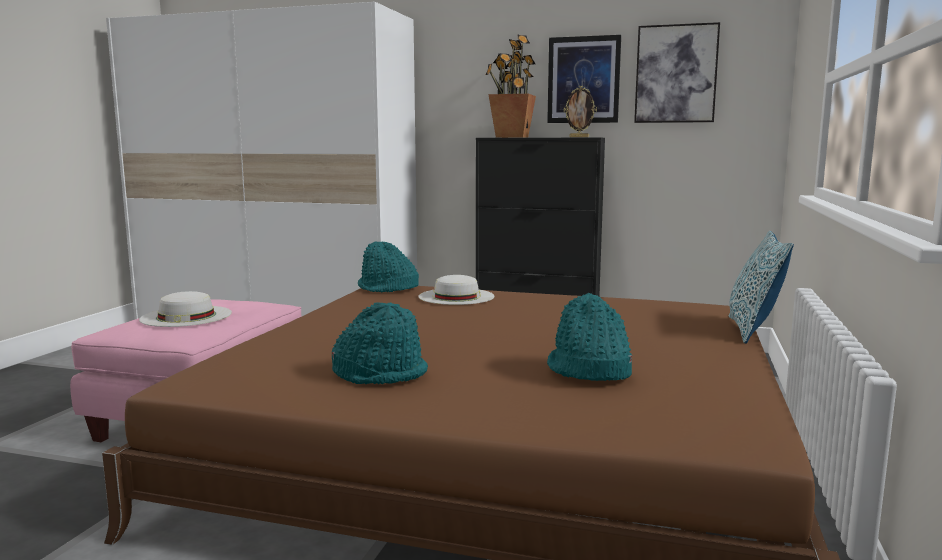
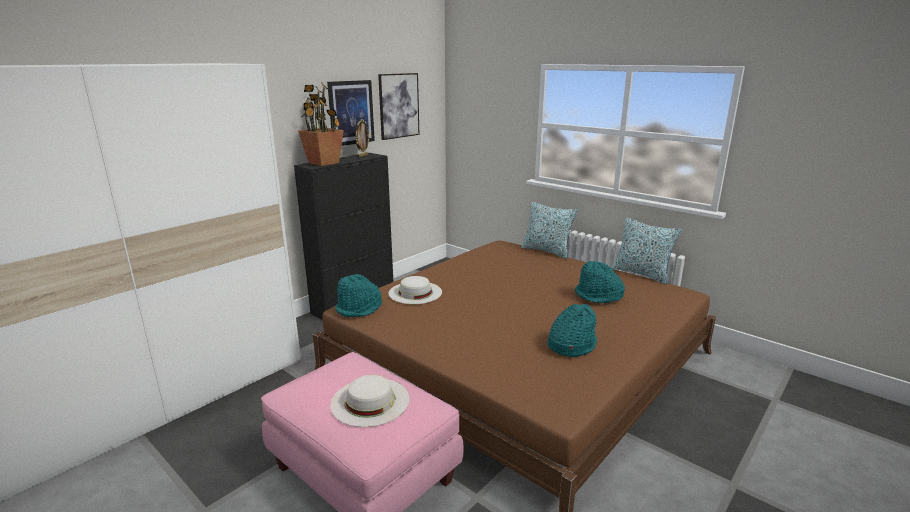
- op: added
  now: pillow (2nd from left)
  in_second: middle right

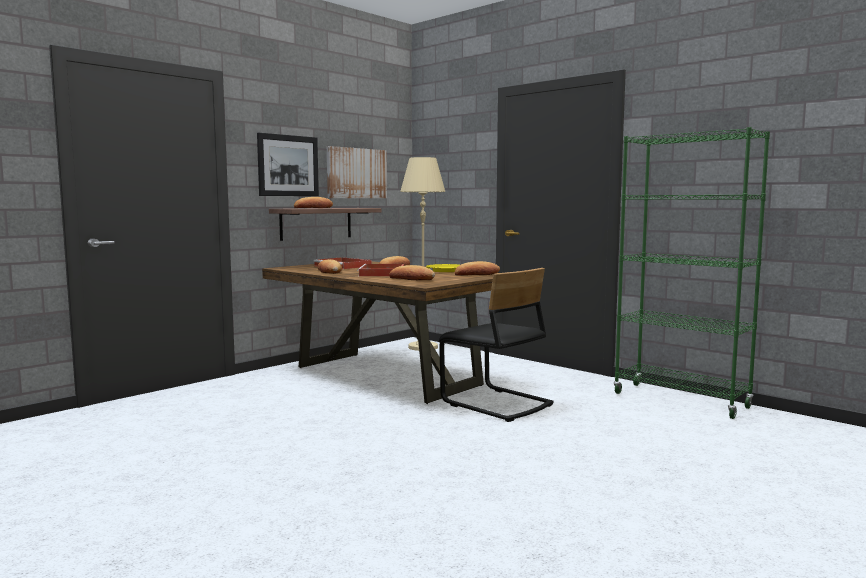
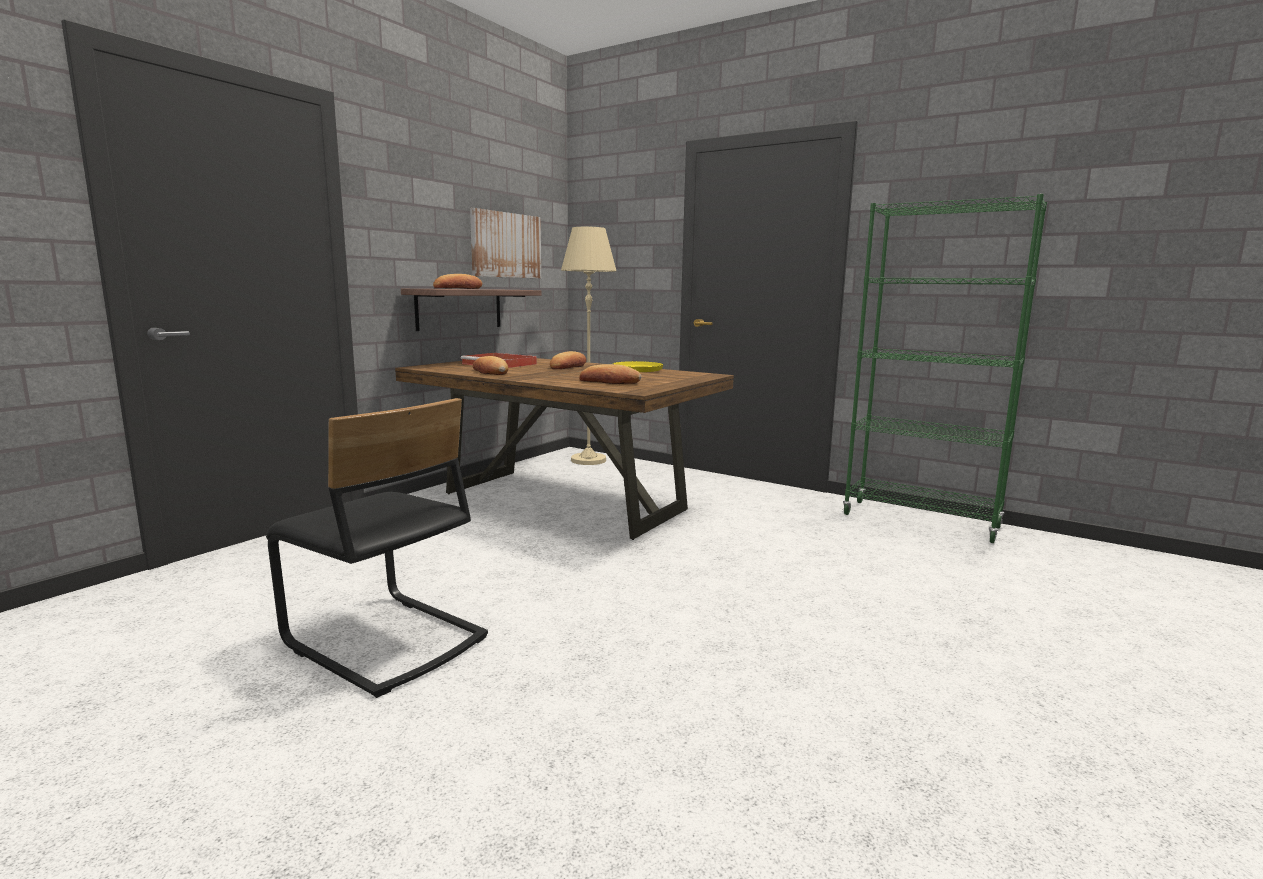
- op: removed
  was: picture (1st from left)
  in_first: top left
- op: removed
  was: tray in red (2nd from left)
  in_first: centre
- op: removed
  was: bread (5th from left)
  in_first: centre
- op: moved
  was: chair in black
  in_first: centre
  in_second: middle left

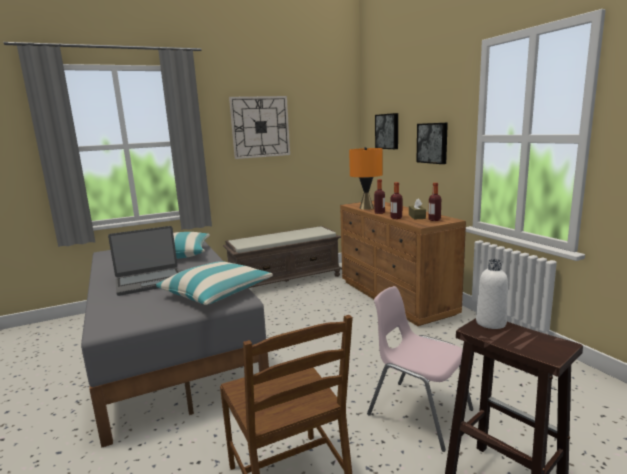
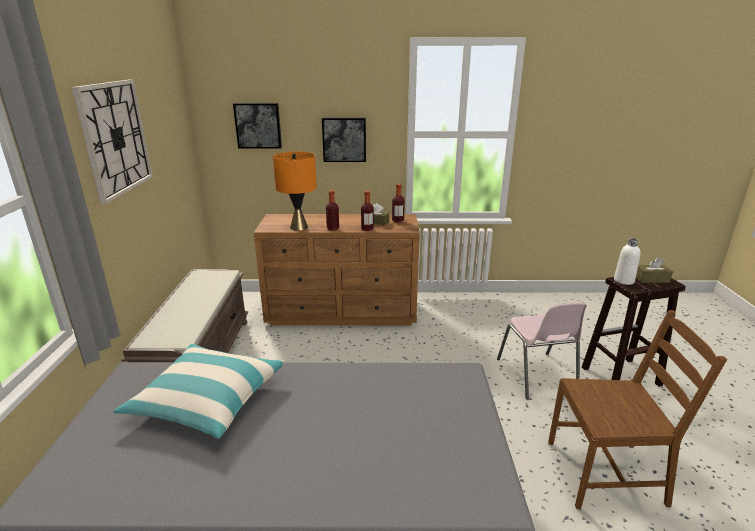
- op: removed
  was: laptop
  in_first: middle left
- op: removed
  was: pillow (2nd from left)
  in_first: centre
- op: added
  now: tissue box in brown (2nd from left)
  in_second: middle right
- op: turned
  was: chair in pink
  in_first: bottom right
  in_second: middle right
  clockwise: -75

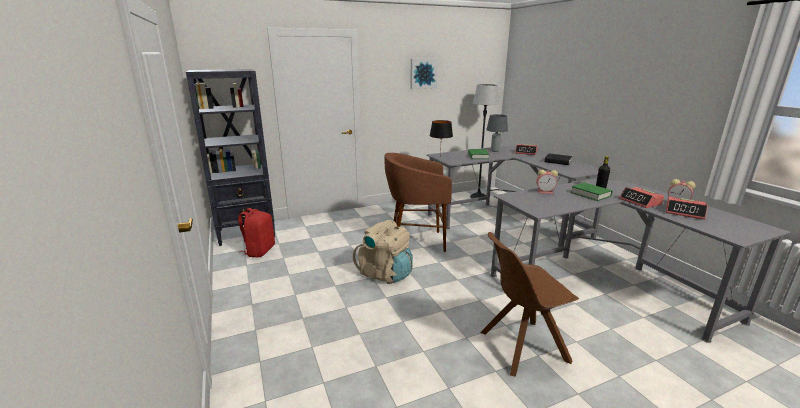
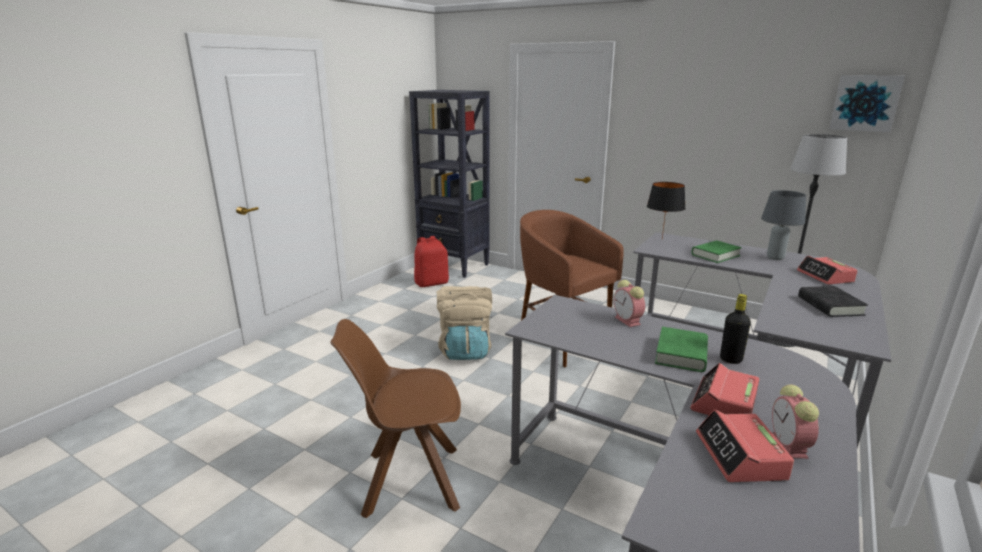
- op: moved
  was: picture
  in_first: top centre
  in_second: top right
- op: turned
  was: chair in brown
  in_first: bottom centre
  in_second: bottom centre
  clockwise: -45

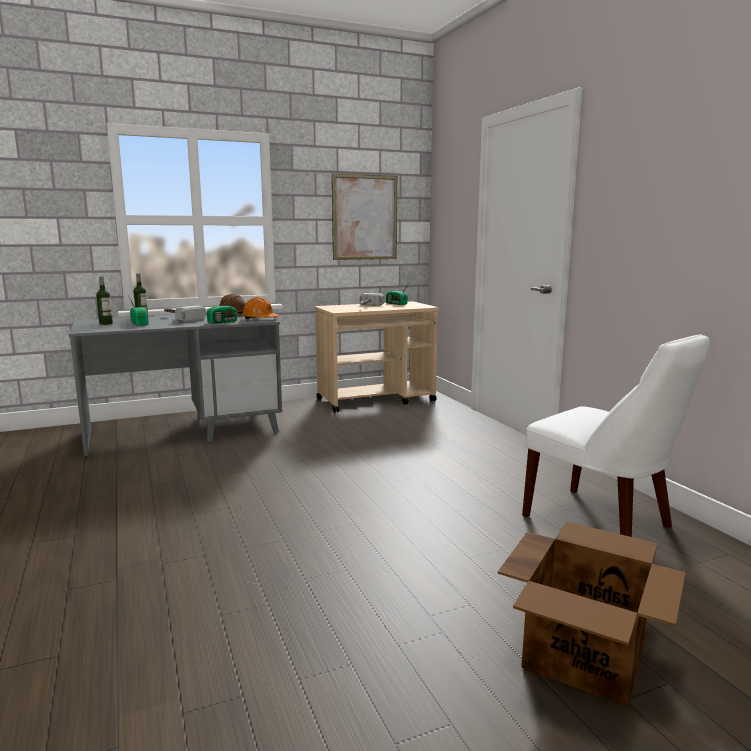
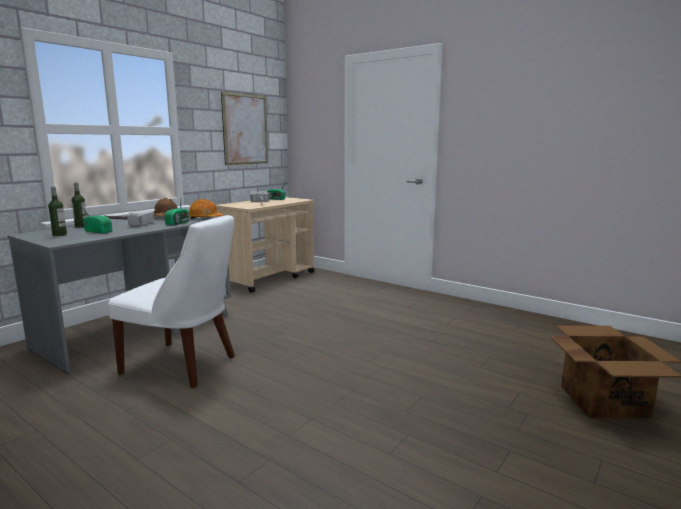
- op: moved
  was: chair in white
  in_first: middle right
  in_second: middle left

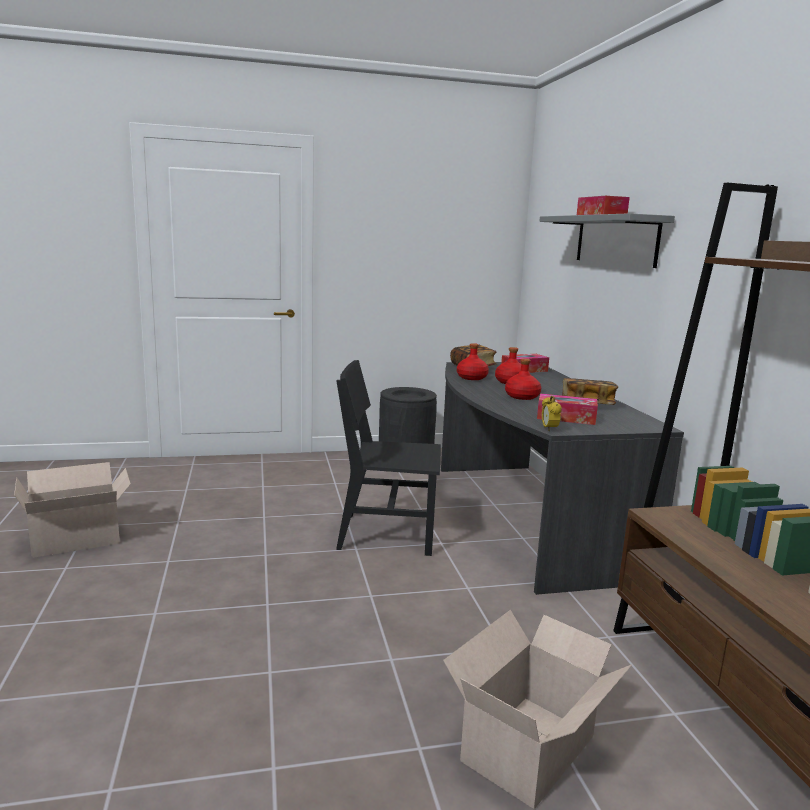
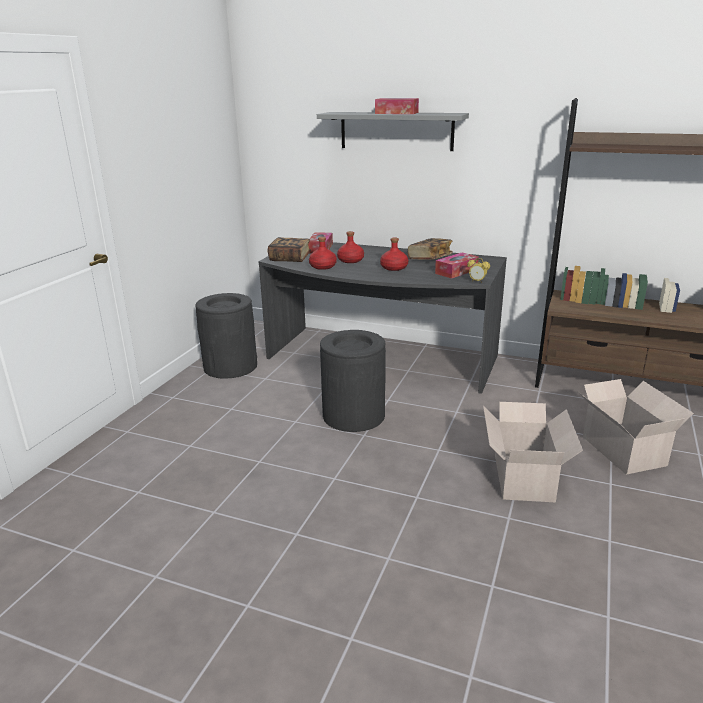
- op: moved
  was: cardboard box (1st from left)
  in_first: middle left
  in_second: middle right
- op: replaced
  was: chair in black
  now: trash can in black (2nd from left)
  in_first: centre
  in_second: centre

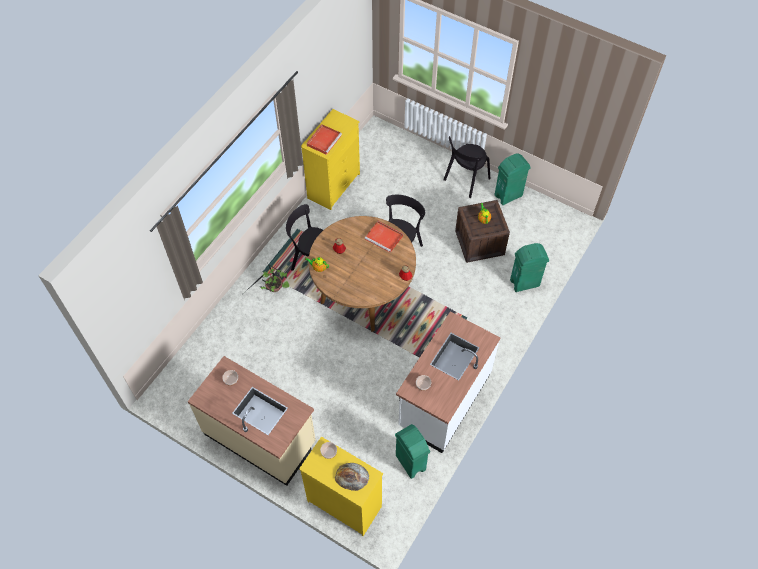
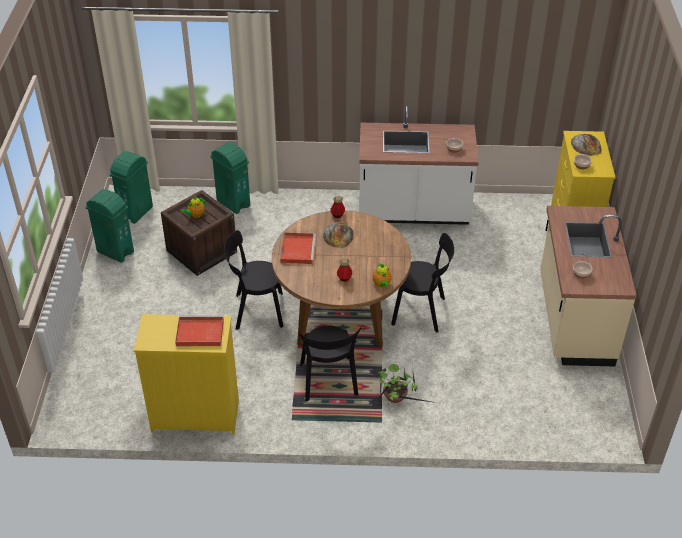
- op: added
  now: bread (1st from left)
  in_second: centre
- op: moved
  was: trash can in green (1st from left in the first image)
  now: trash can in green (2nd from left)
  in_first: bottom centre
  in_second: middle left
- op: moved
  was: chair in black (3rd from left)
  in_first: top centre
  in_second: centre

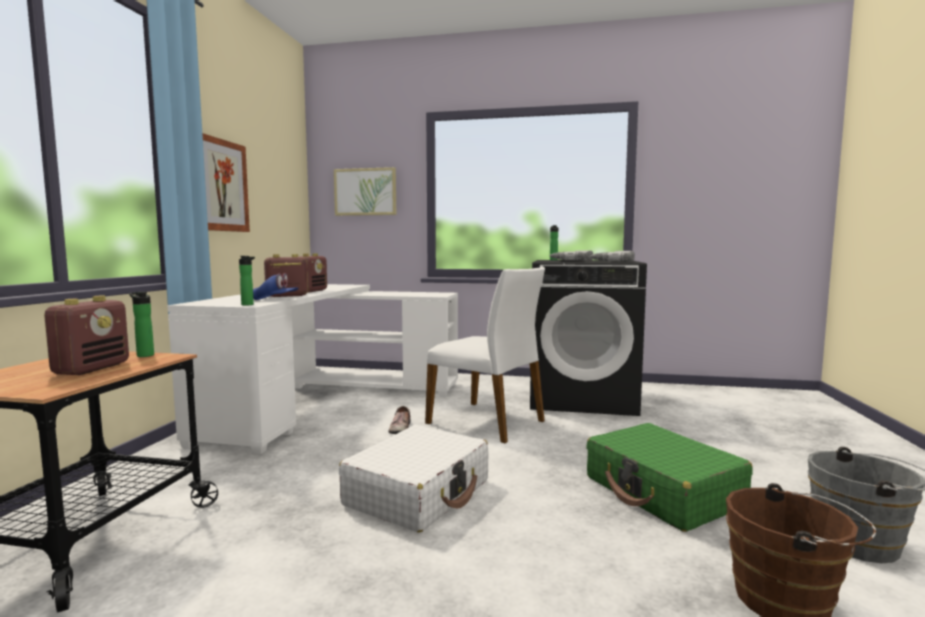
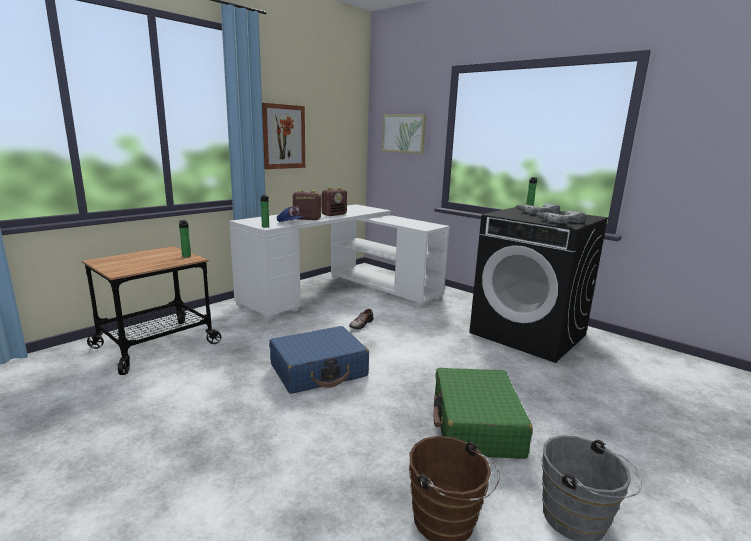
- op: removed
  was: radio (1st from left)
  in_first: middle left
- op: removed
  was: chair in white
  in_first: centre
- op: recoloured
  was: suitcase in white
  now: suitcase in blue
  in_first: bottom centre
  in_second: centre

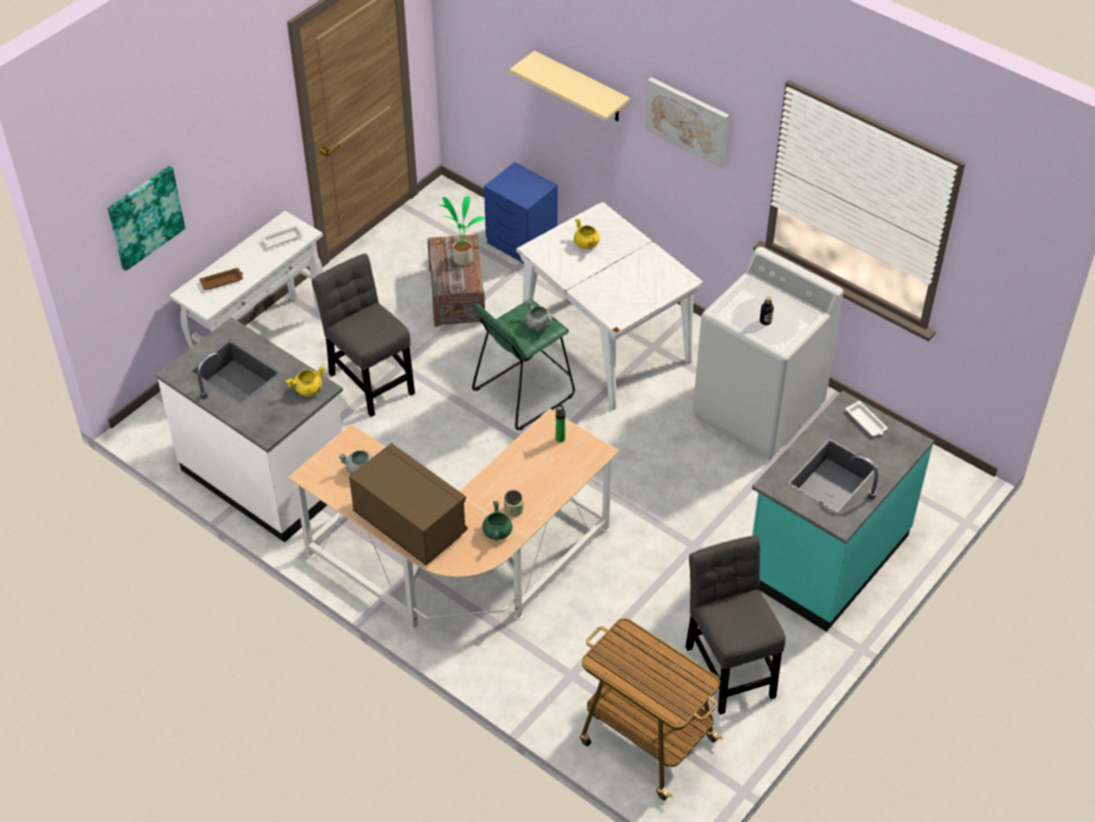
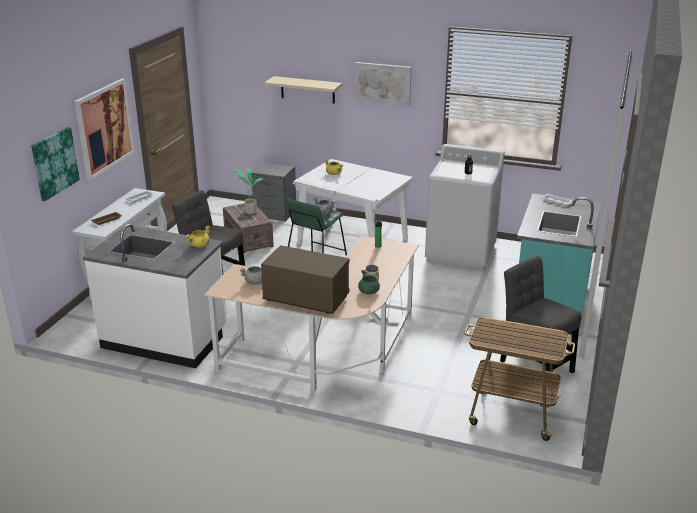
- op: added
  now: picture (2nd from left)
  in_second: top left
- op: recoloured
  was: nightstand in blue
  now: nightstand in grey
  in_first: top centre
  in_second: centre

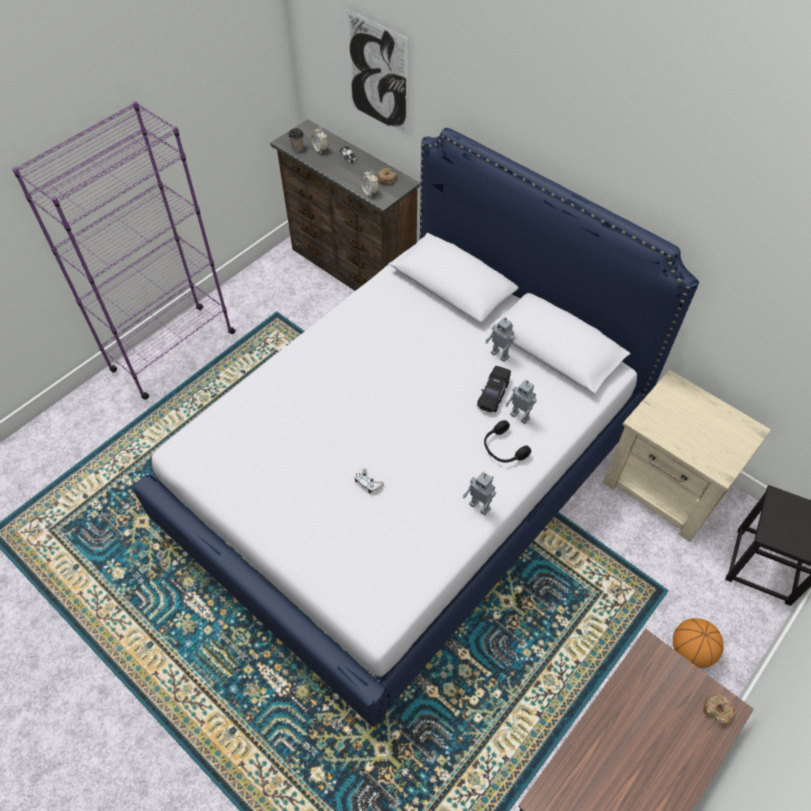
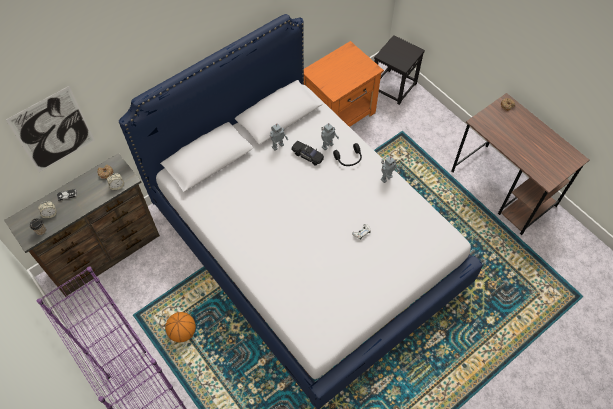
- op: moved
  was: basketball
  in_first: bottom right
  in_second: bottom left
- op: recoloured
  was: nightstand in beige
  now: nightstand in orange
  in_first: middle right
  in_second: top centre

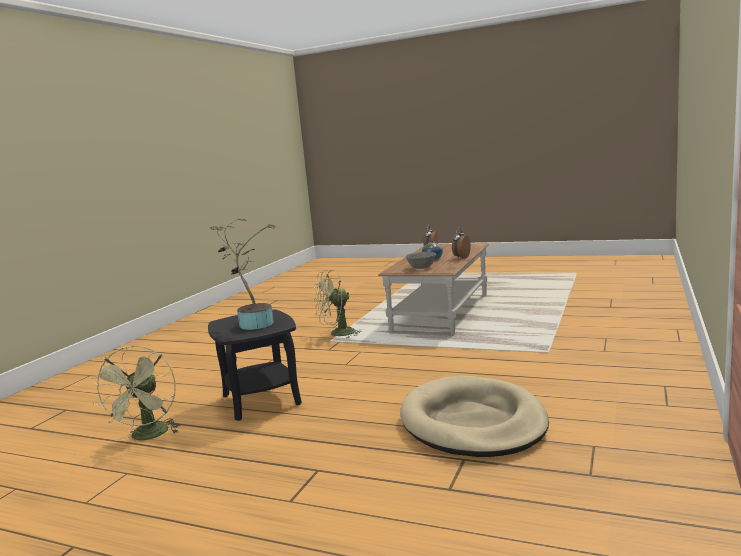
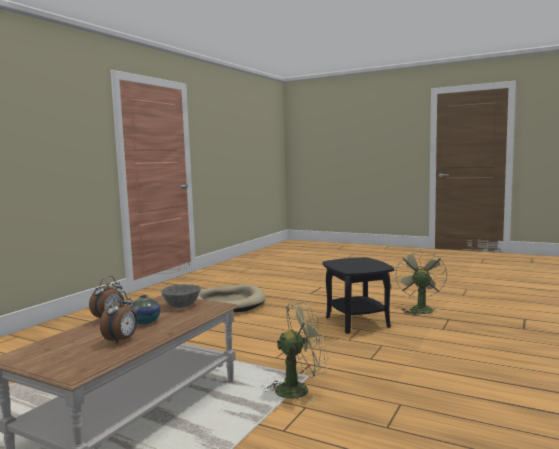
- op: removed
  was: potted plant
  in_first: middle left

